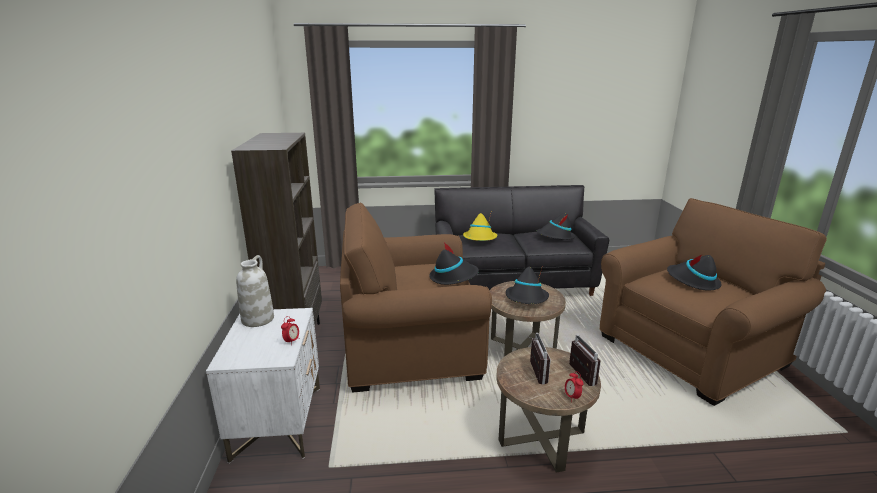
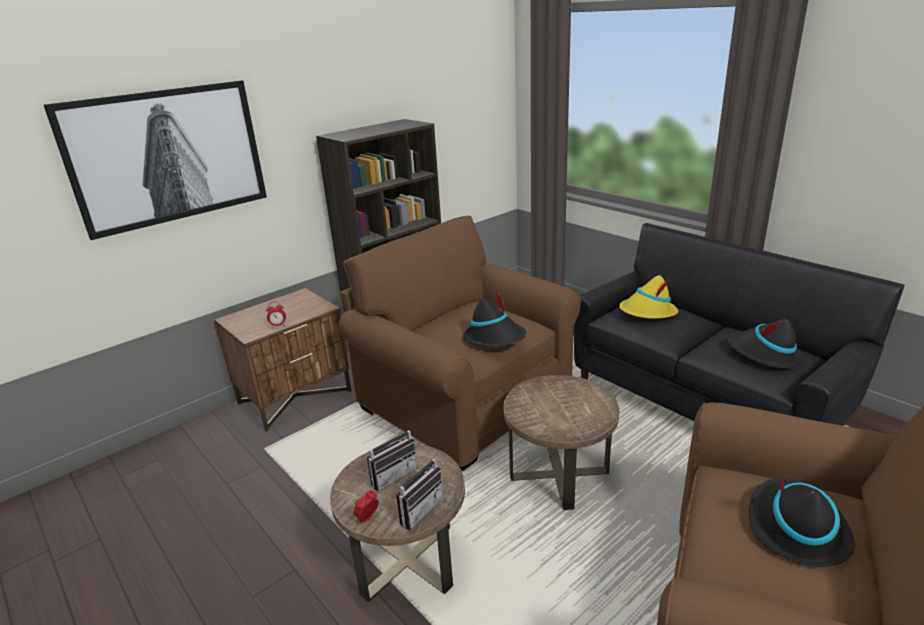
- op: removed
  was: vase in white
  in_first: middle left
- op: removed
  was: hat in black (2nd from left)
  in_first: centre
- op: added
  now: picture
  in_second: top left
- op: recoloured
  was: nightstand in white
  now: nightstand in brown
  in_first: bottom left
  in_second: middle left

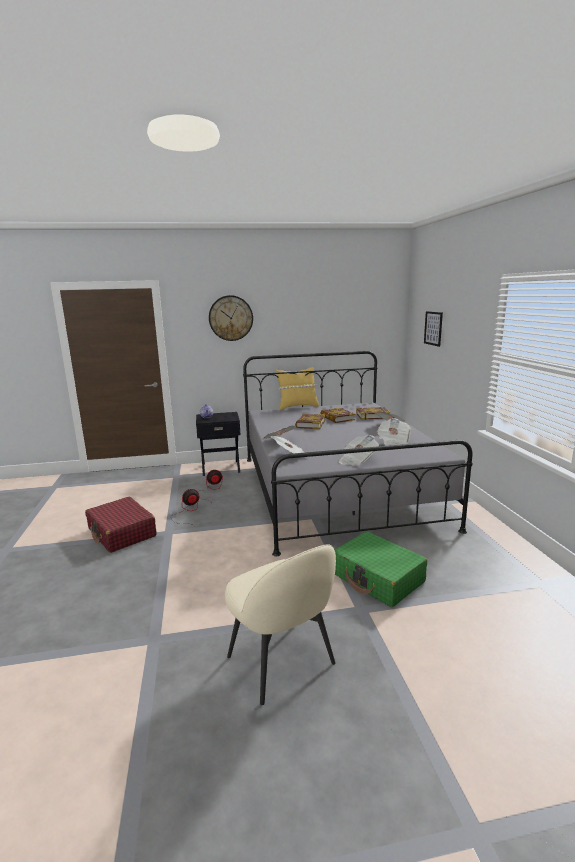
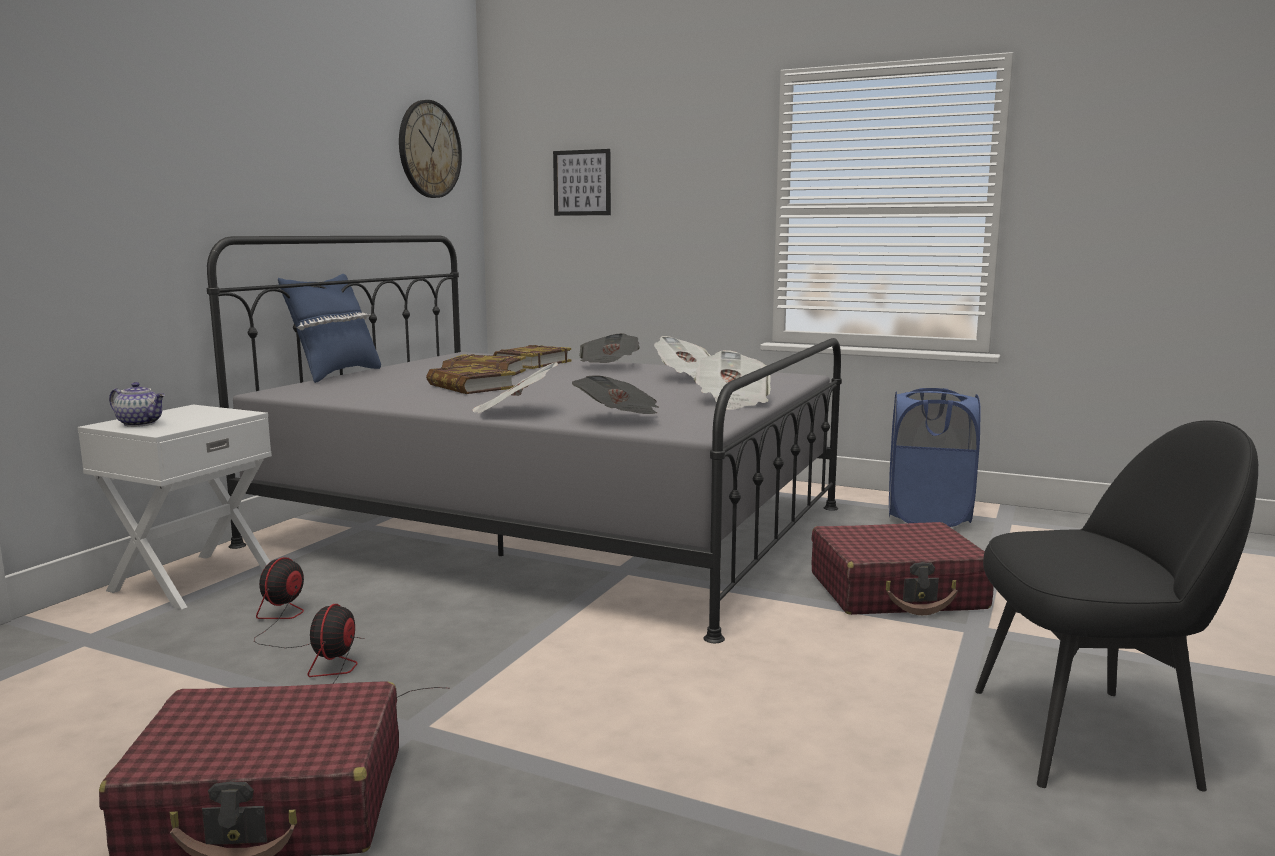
- op: added
  now: laundry basket in blue
  in_second: middle right
- op: moved
  was: wall clock
  in_first: centre
  in_second: top centre
- op: recoloured
  was: nightstand in black
  now: nightstand in white
  in_first: centre
  in_second: middle left
- op: recoloured
  was: chair in beige
  now: chair in black
  in_first: bottom centre
  in_second: bottom right
- op: recoloured
  was: pillow in yellow
  now: pillow in blue
  in_first: centre
  in_second: middle left
- op: recoloured
  was: suitcase in green
  now: suitcase in red (2nd from left)
  in_first: centre
  in_second: middle right

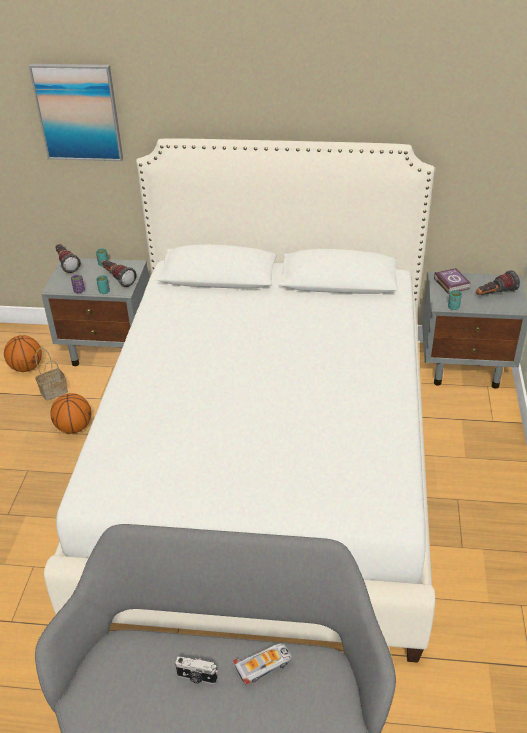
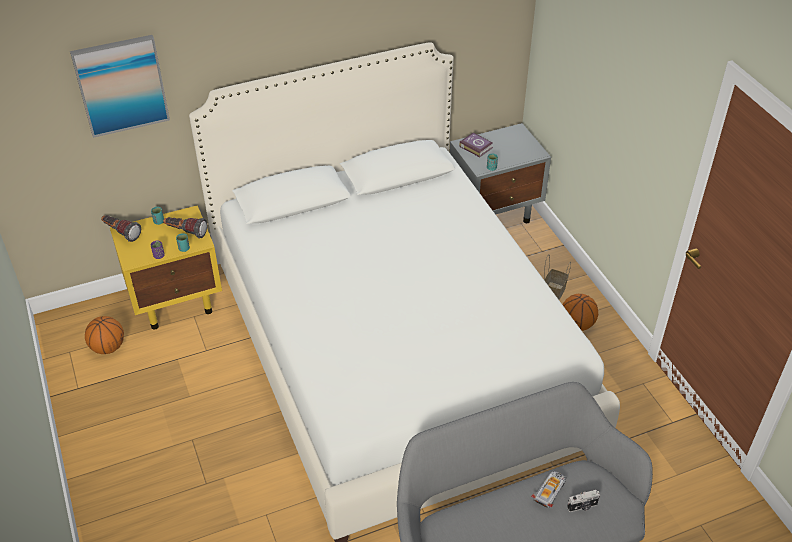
- op: removed
  was: flashlight (3rd from left)
  in_first: middle right
- op: moved
  was: basket
  in_first: middle left
  in_second: middle right
- op: moved
  was: basketball (2nd from left)
  in_first: middle left
  in_second: middle right
- op: moved
  was: photo camera
  in_first: bottom centre
  in_second: bottom right
- op: recoloured
  was: nightstand in grey (1st from left)
  now: nightstand in yellow
  in_first: middle left
  in_second: middle left

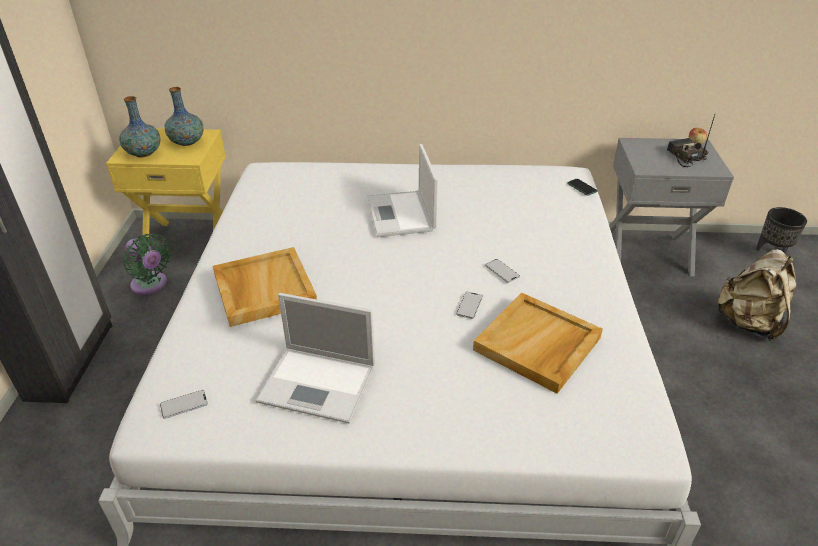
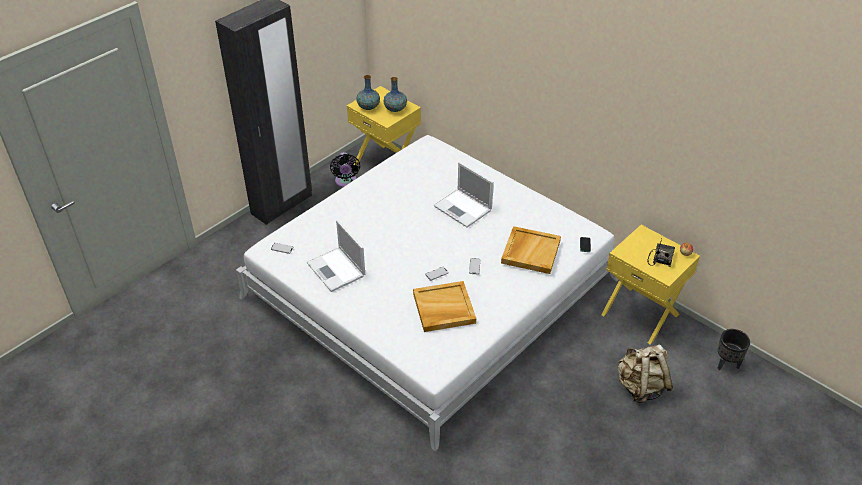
- op: moved
  was: tray in beige (1st from left in the first image)
  now: tray in beige (2nd from left)
  in_first: middle left
  in_second: centre
- op: recoloured
  was: fan in green
  now: fan in black
  in_first: middle left
  in_second: centre
- op: recoloured
  was: nightstand in grey
  now: nightstand in yellow (2nd from left)
  in_first: middle right
  in_second: middle right
- op: turned
  was: laptop (2nd from left)
  in_first: centre
  in_second: centre
  clockwise: -75

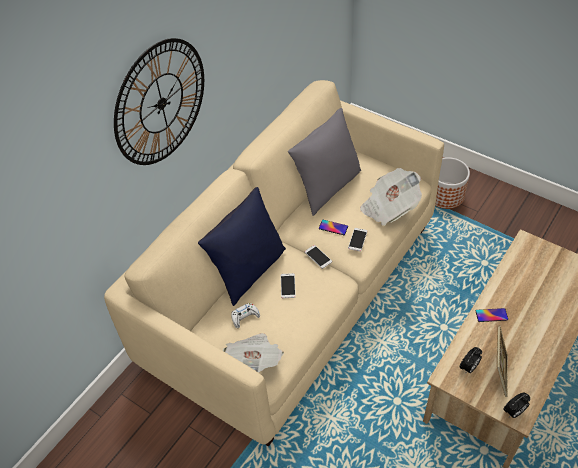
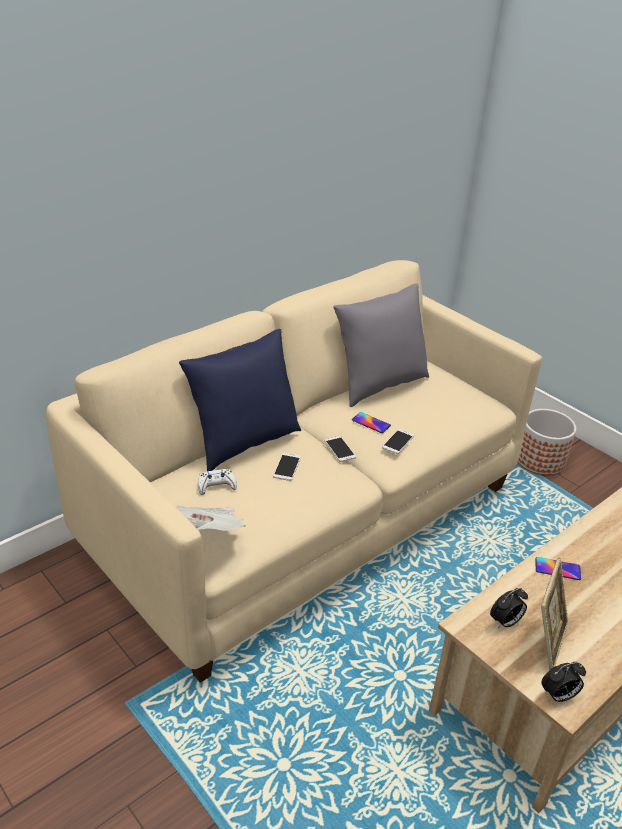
- op: removed
  was: wall clock
  in_first: top left
- op: removed
  was: newspaper (2nd from left)
  in_first: middle right

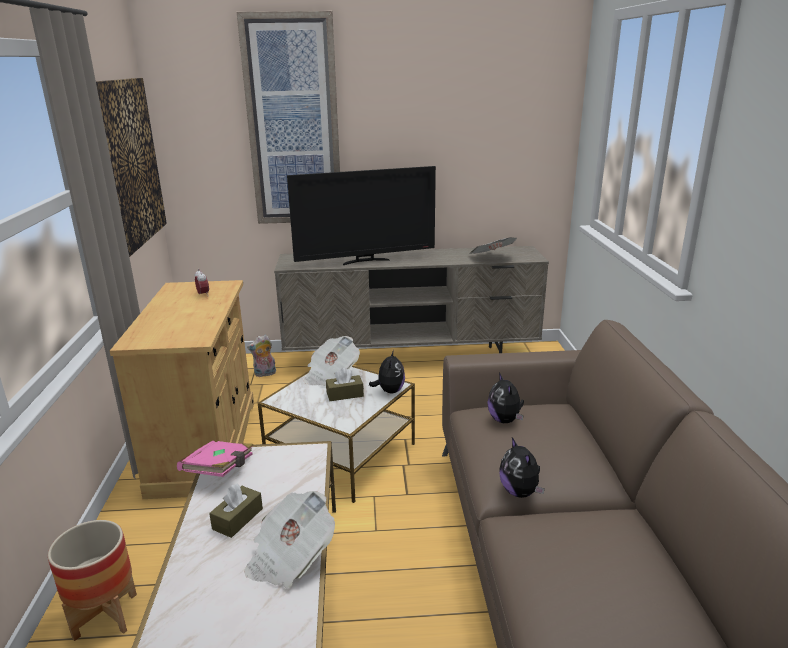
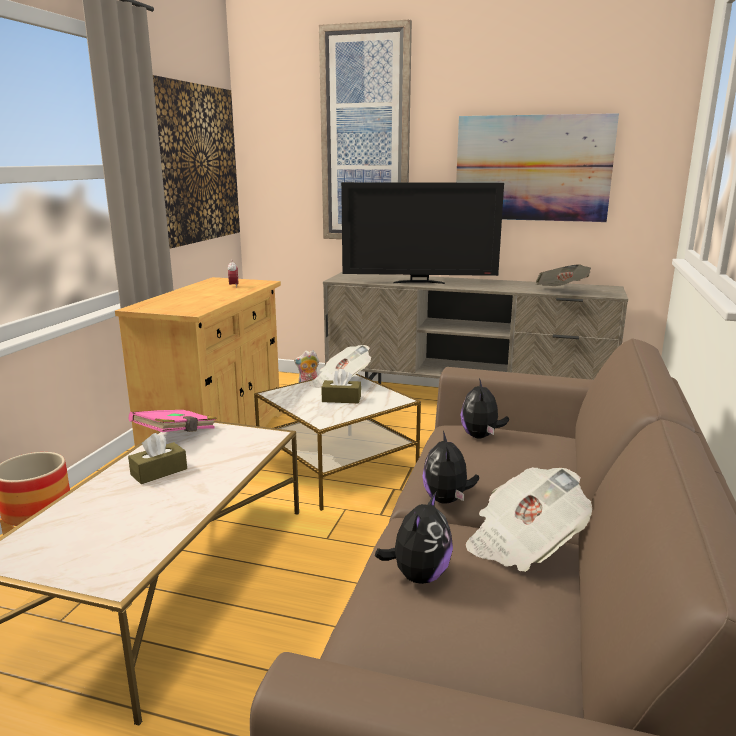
- op: added
  now: picture (3rd from left)
  in_second: top right
- op: moved
  was: newspaper (1st from left in the first image)
  now: newspaper (2nd from left)
  in_first: bottom centre
  in_second: bottom right
- op: moved
  was: plush toy (2nd from left)
  in_first: centre
  in_second: bottom centre

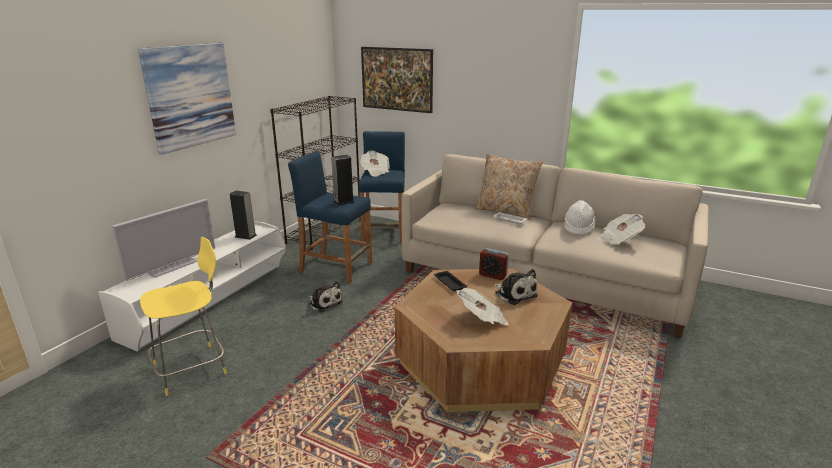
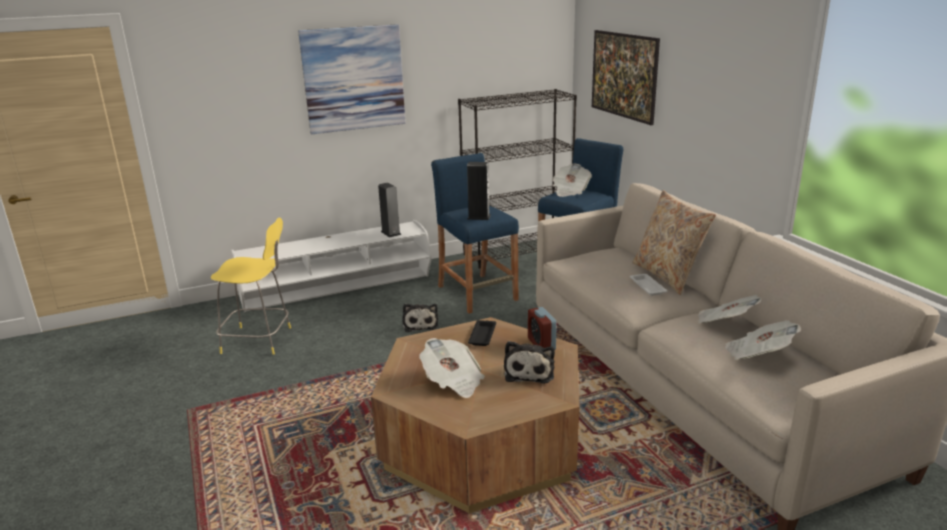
- op: removed
  was: television
  in_first: middle left
- op: replaced
  was: hat in white
  now: newspaper (3rd from left)
  in_first: middle right
  in_second: middle right

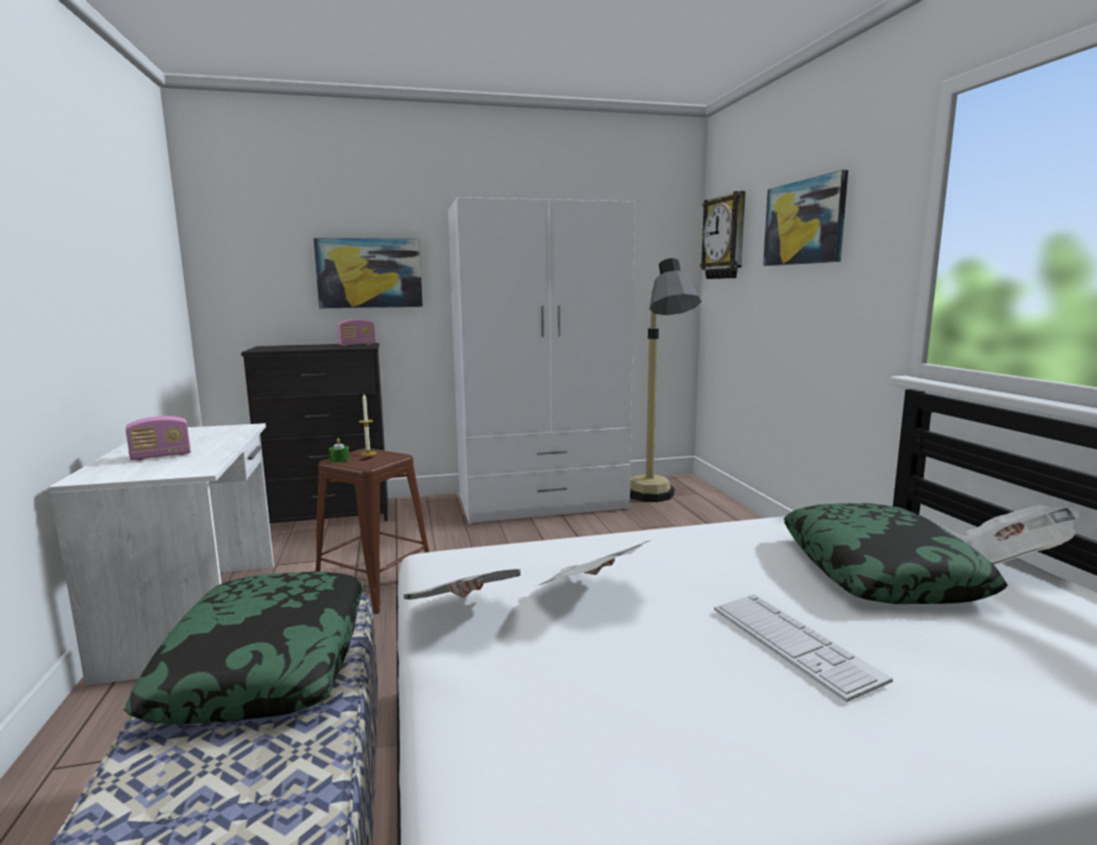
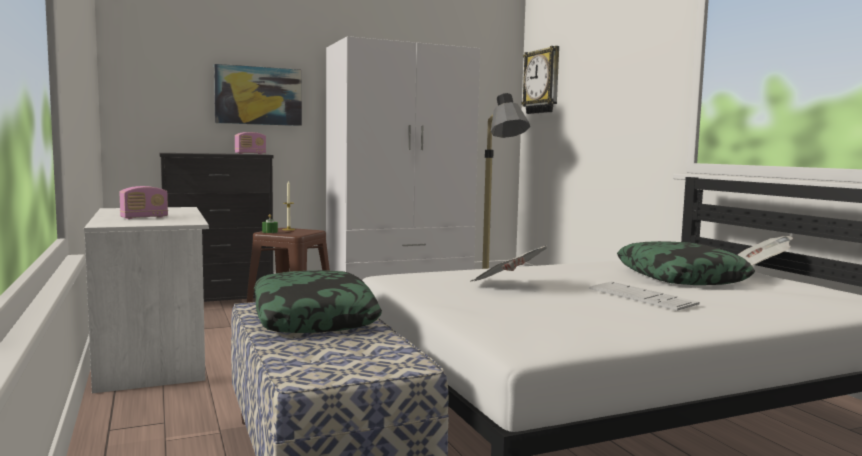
- op: removed
  was: newspaper (1st from left)
  in_first: bottom centre
- op: removed
  was: picture (2nd from left)
  in_first: top right

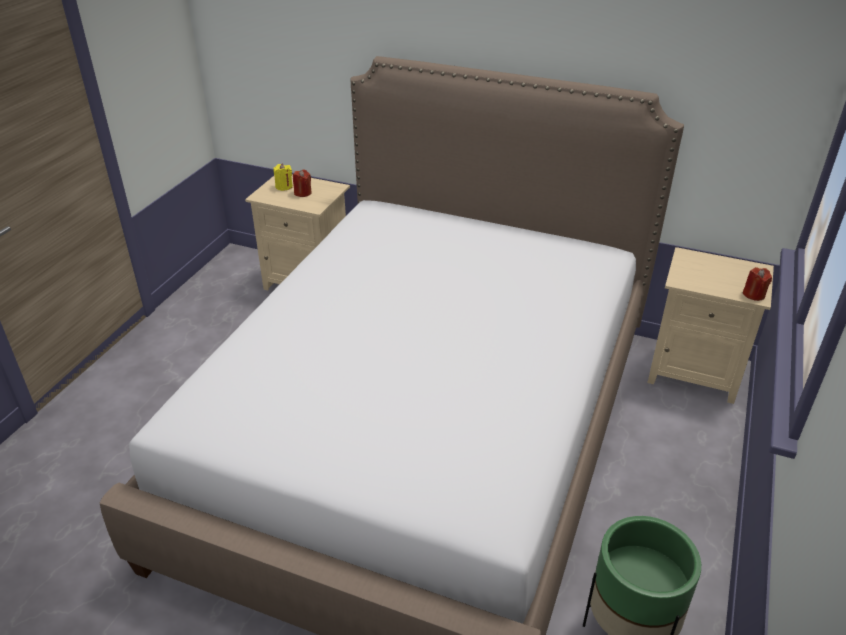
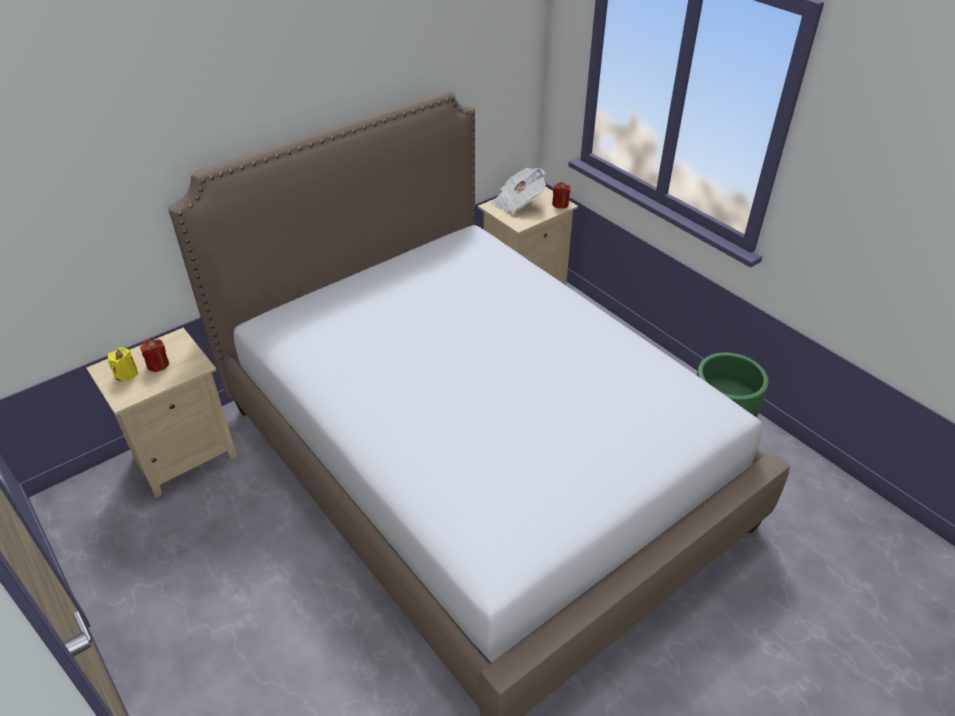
- op: added
  now: newspaper
  in_second: top centre

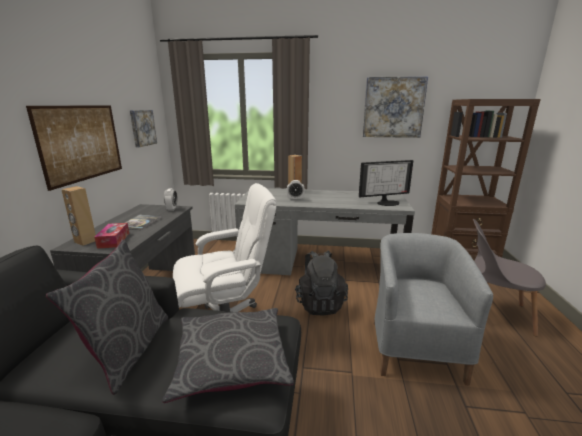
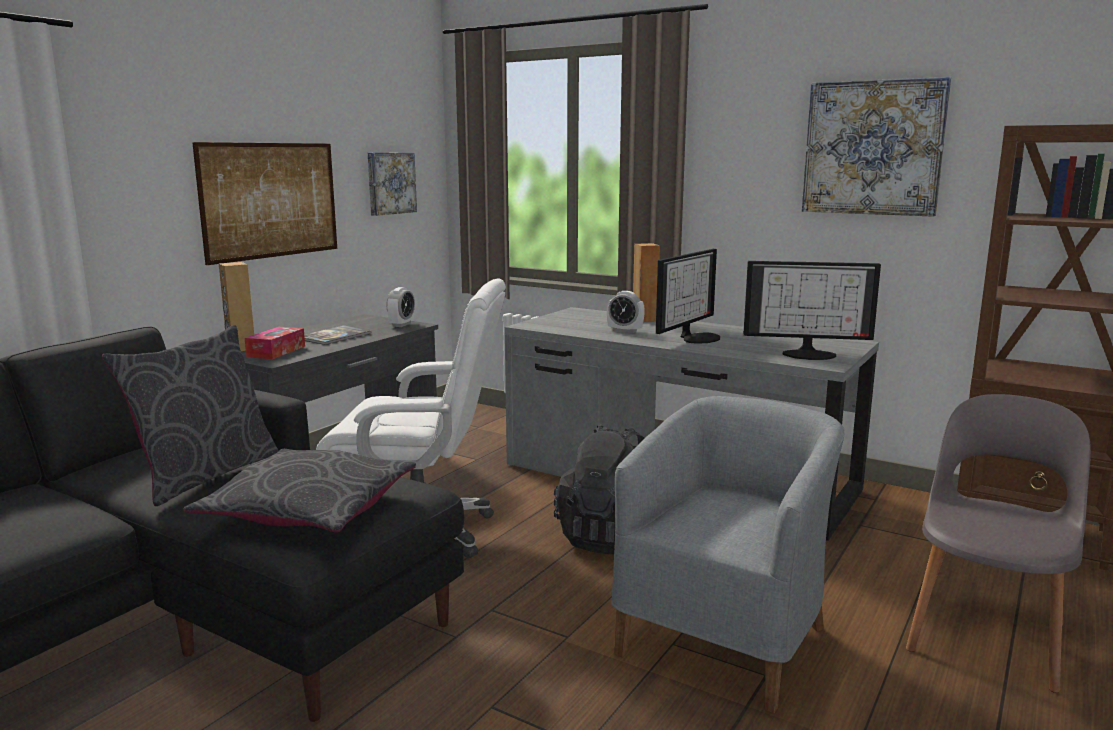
- op: added
  now: monitor (1st from left)
  in_second: centre
- op: turned
  was: chair in grey
  in_first: middle right
  in_second: bottom right
  clockwise: 75

